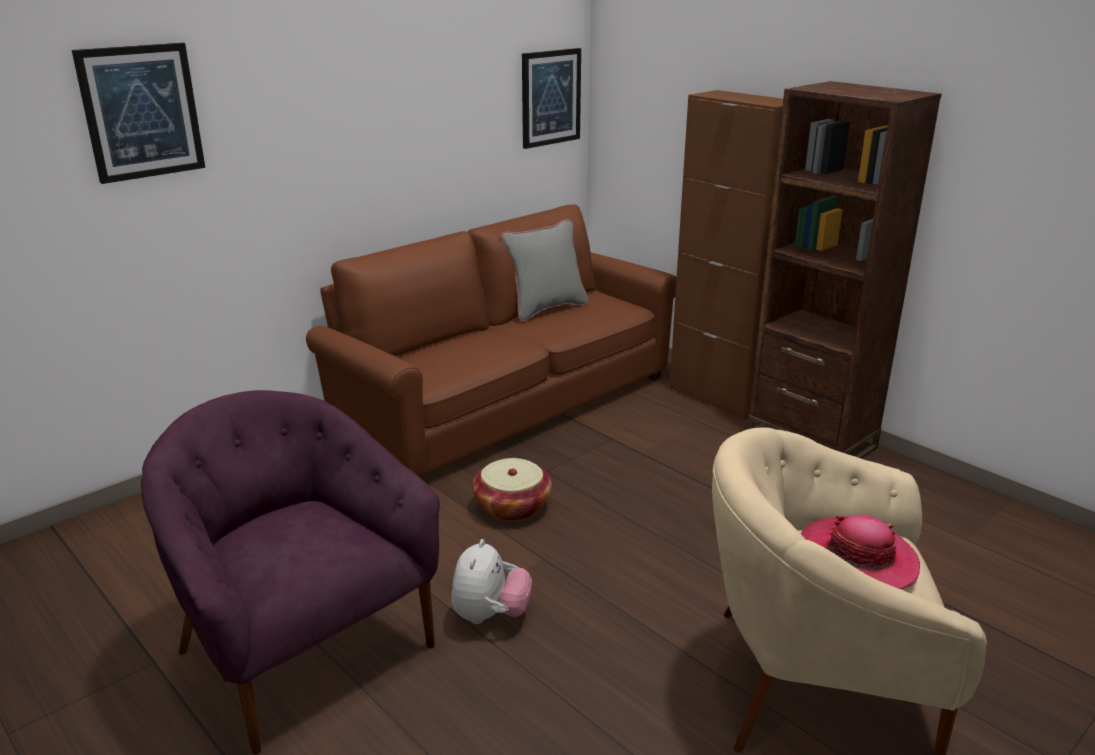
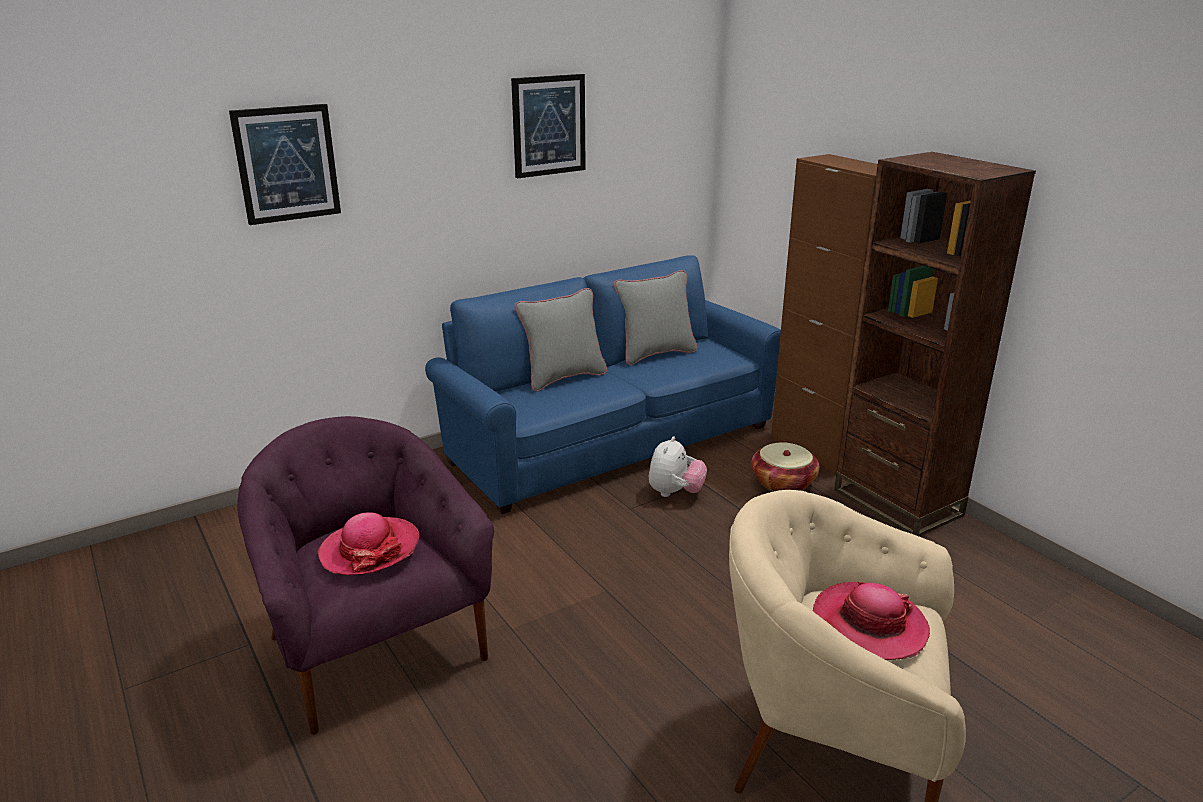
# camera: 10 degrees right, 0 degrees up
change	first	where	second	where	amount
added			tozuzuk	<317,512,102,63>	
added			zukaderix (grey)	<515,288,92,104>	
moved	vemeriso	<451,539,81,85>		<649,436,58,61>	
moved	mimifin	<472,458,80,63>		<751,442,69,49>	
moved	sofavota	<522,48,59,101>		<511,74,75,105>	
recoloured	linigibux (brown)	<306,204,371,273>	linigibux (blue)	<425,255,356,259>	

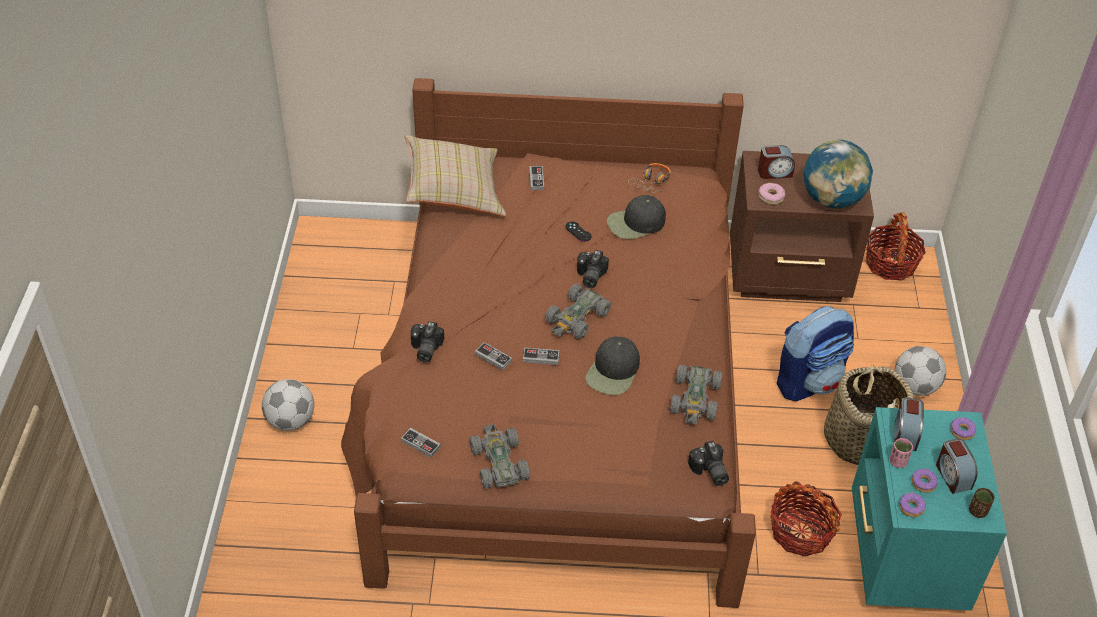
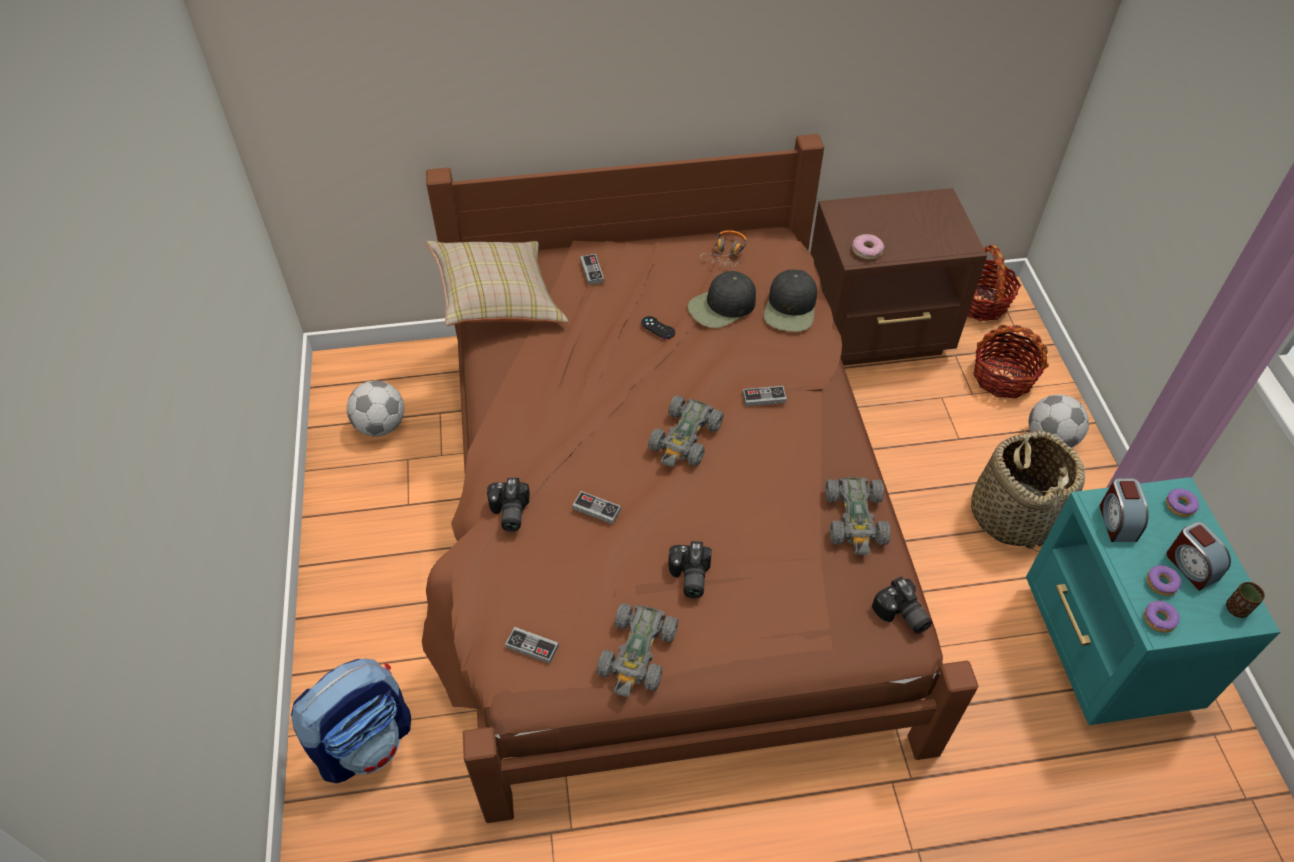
# camera: 10 degrees left, 5 degrees up
change	first	where	second	where	amount
removed	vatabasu	<758,145,37,34>			
removed	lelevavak	<803,140,70,68>			
removed	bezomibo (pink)	<890,438,23,30>			
moved	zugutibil	<262,379,52,52>		<347,380,57,56>	
moved	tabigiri	<523,348,36,17>		<743,386,44,20>	
moved	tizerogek	<577,250,32,38>		<668,541,44,57>	
moved	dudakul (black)	<585,336,55,59>		<764,269,53,63>	
moved	mimifin	<770,481,72,76>		<973,325,76,74>	
moved	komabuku	<777,306,77,95>		<291,659,120,124>	
turned	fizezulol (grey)	<470,424,60,64>		<596,603,82,94>	135 degrees counterclockwise

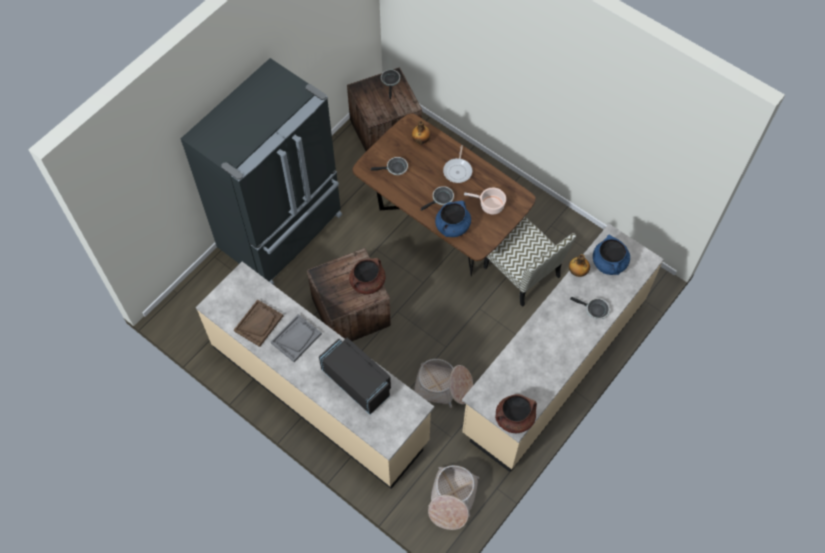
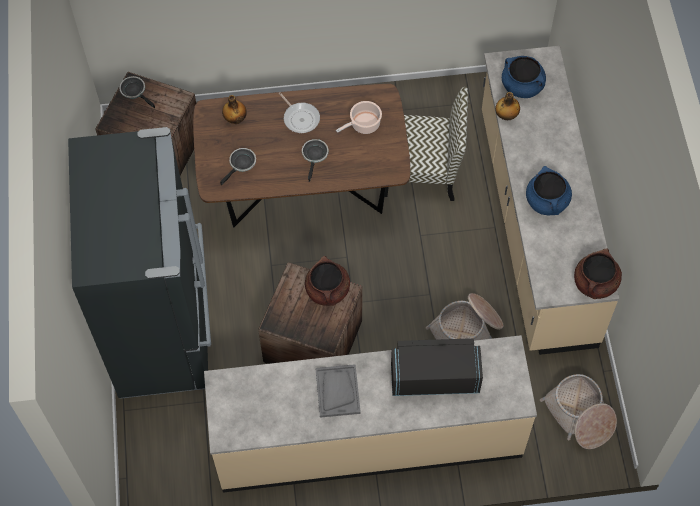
# camera: 45 degrees left, 0 degrees up
change	first	where	second	where	amount
removed	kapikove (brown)	<234,299,49,48>			
removed	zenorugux	<570,297,40,23>			
moved	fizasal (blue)	<435,201,36,36>		<526,166,46,49>	

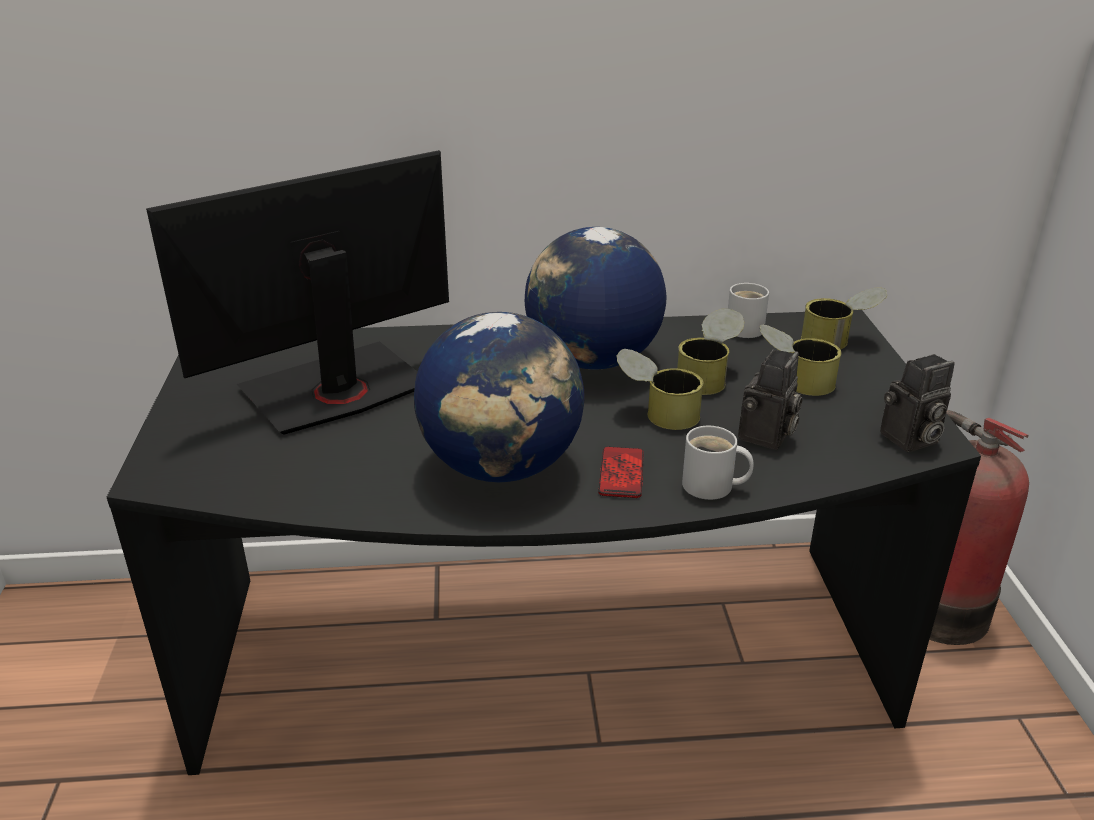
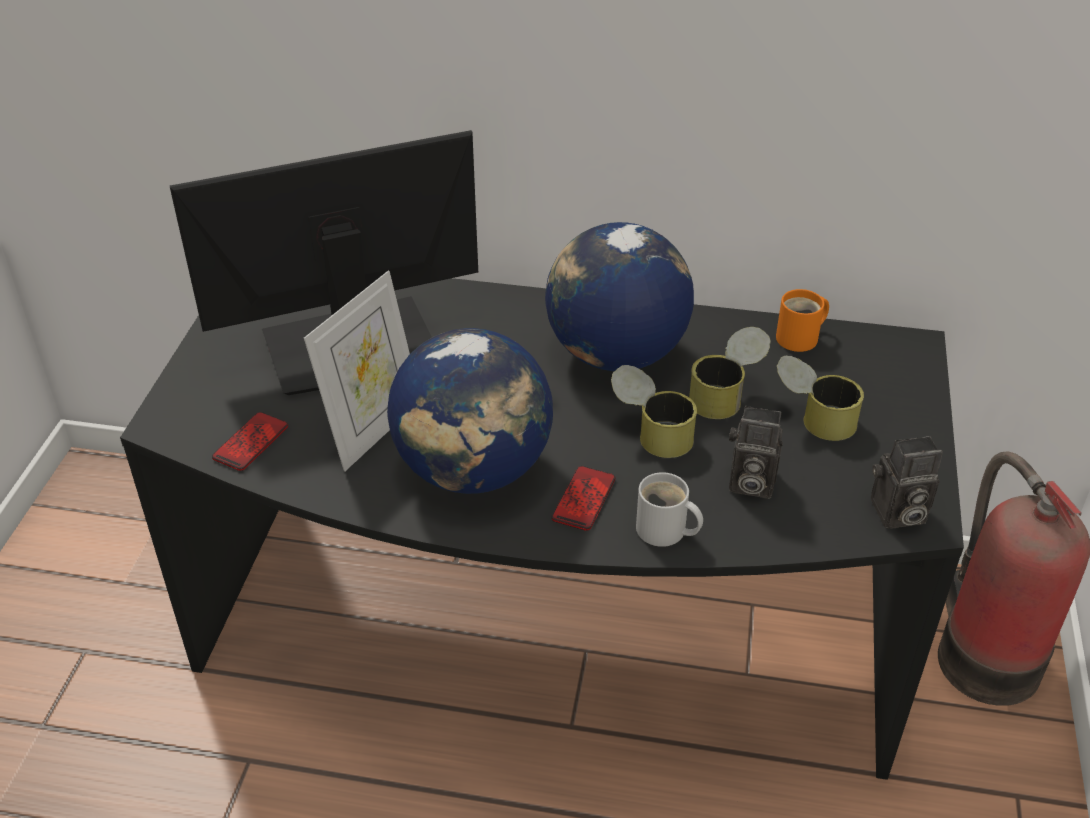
# camera: 15 degrees right, 10 degrees up
change	first	where	second	where	amount
removed	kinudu	<801,288,86,61>			
added			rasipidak	<212,412,76,59>	
added			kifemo	<304,271,106,201>	
recoloured	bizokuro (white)	<728,283,41,55>	bizokuro (orange)	<776,289,53,63>	
turned	tizerogek	<738,350,64,100>		<729,406,54,93>	60 degrees clockwise

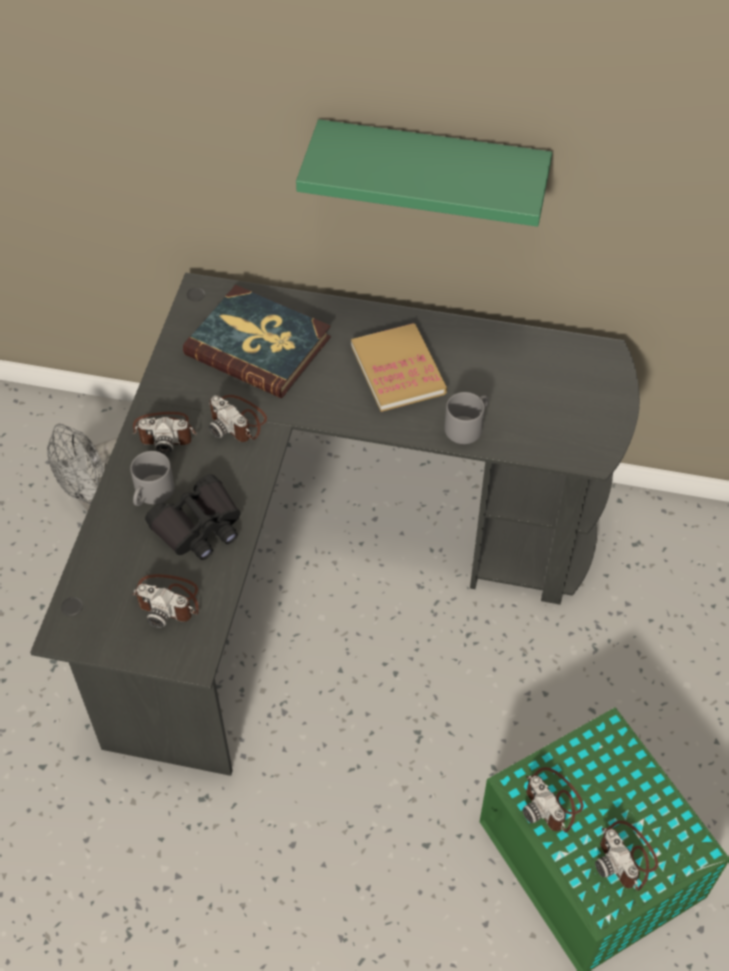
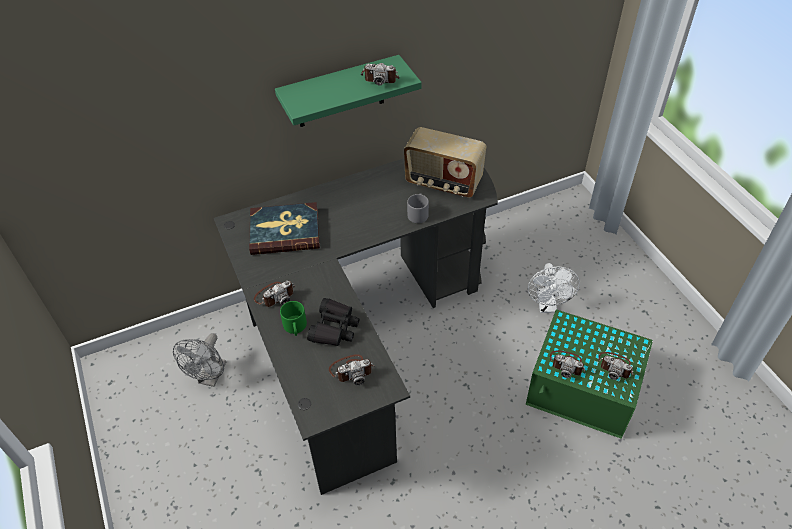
# camera: 35 degrees left, 5 degrees down
change	first	where	second	where	amount
removed	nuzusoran	<351,323,96,89>			
added			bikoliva	<404,127,82,70>	
added			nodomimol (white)	<528,263,52,50>	
moved	tizerogek	<209,395,58,47>		<361,63,38,23>	
recoloured	bizokuro (grey)	<130,451,44,55>	bizokuro (green)	<280,301,27,35>	

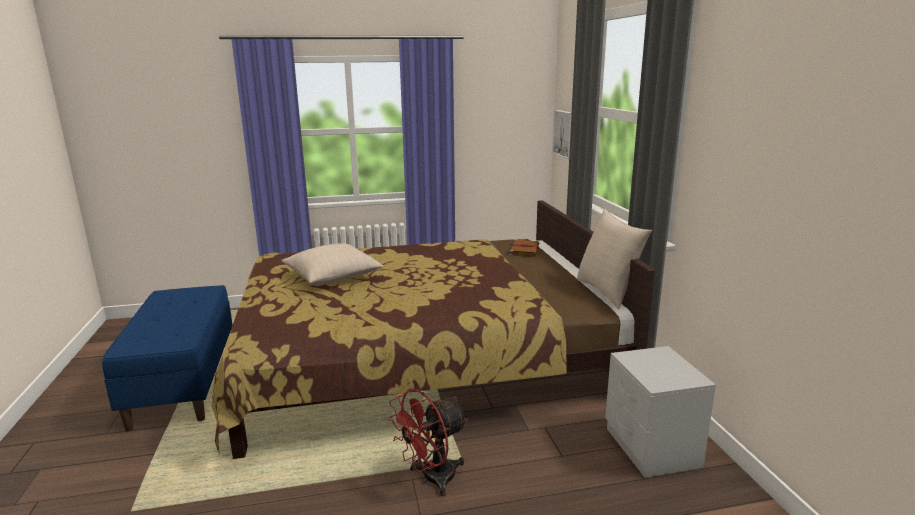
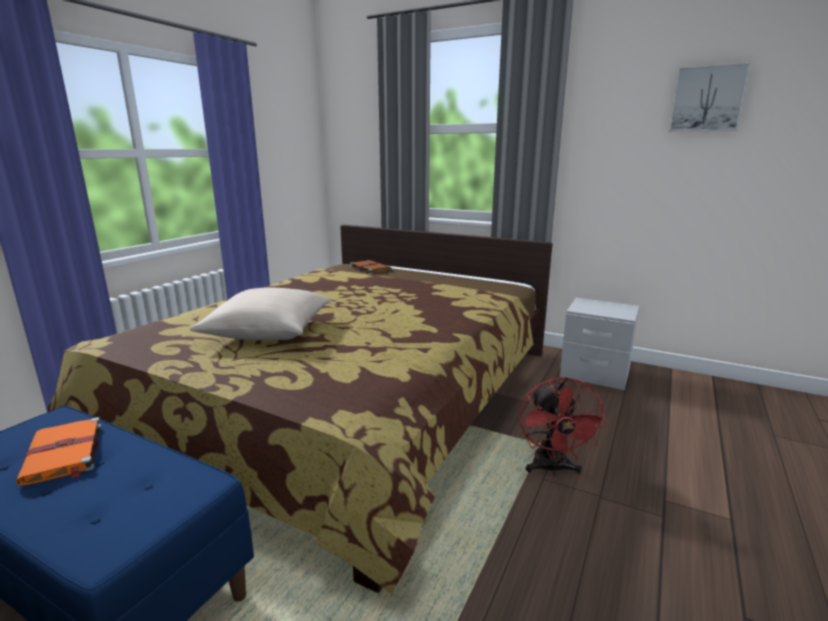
# camera: 50 degrees left, 0 degrees up
change	first	where	second	where	amount
removed	zukaderix (beige)	<577,209,75,100>			
added			nuzusoran (orange)	<16,417,85,69>	
moved	sofavota	<552,110,20,49>		<669,63,82,69>	

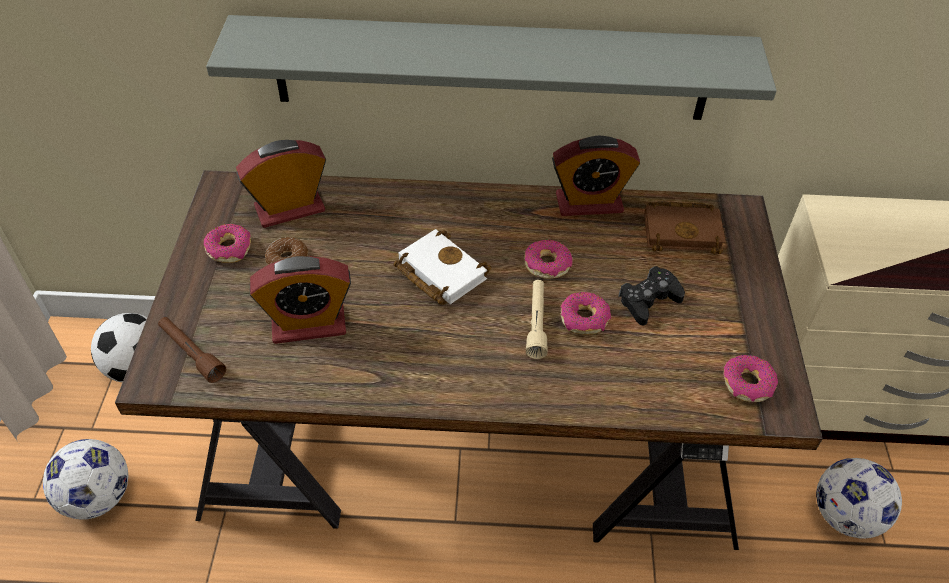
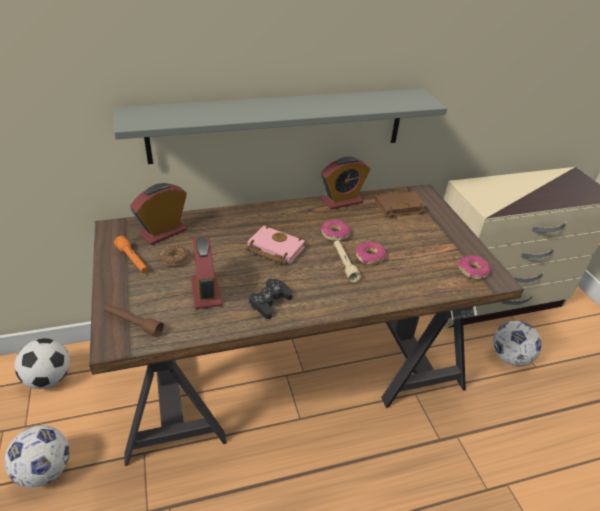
# camera: 20 degrees left, 10 degrees down
change	first	where	second	where	amount
moved	tabigiri (black)	<618,266,67,60>		<248,278,44,41>	
replaced	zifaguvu	<204,224,47,39>	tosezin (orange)	<114,236,34,37>	
recoloured	nuzusoran (white)	<393,229,98,76>	nuzusoran (pink)	<246,226,60,39>	
turned	vatabasu	<250,256,101,88>		<191,236,31,73>	105 degrees clockwise

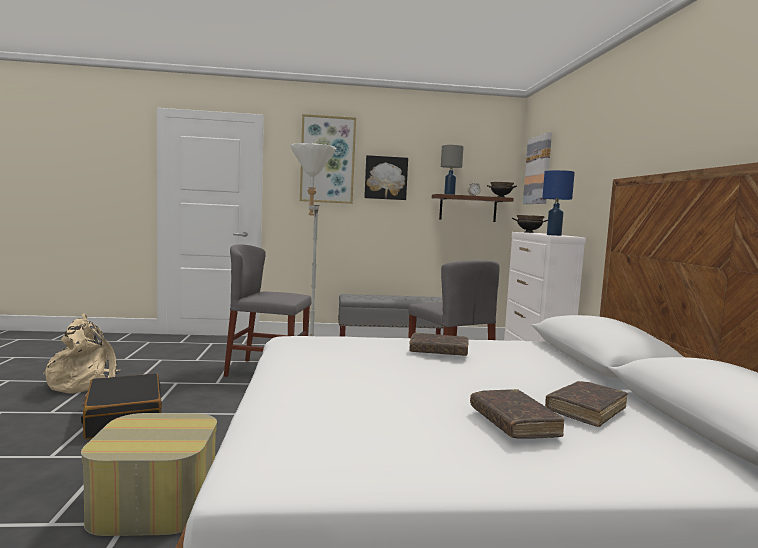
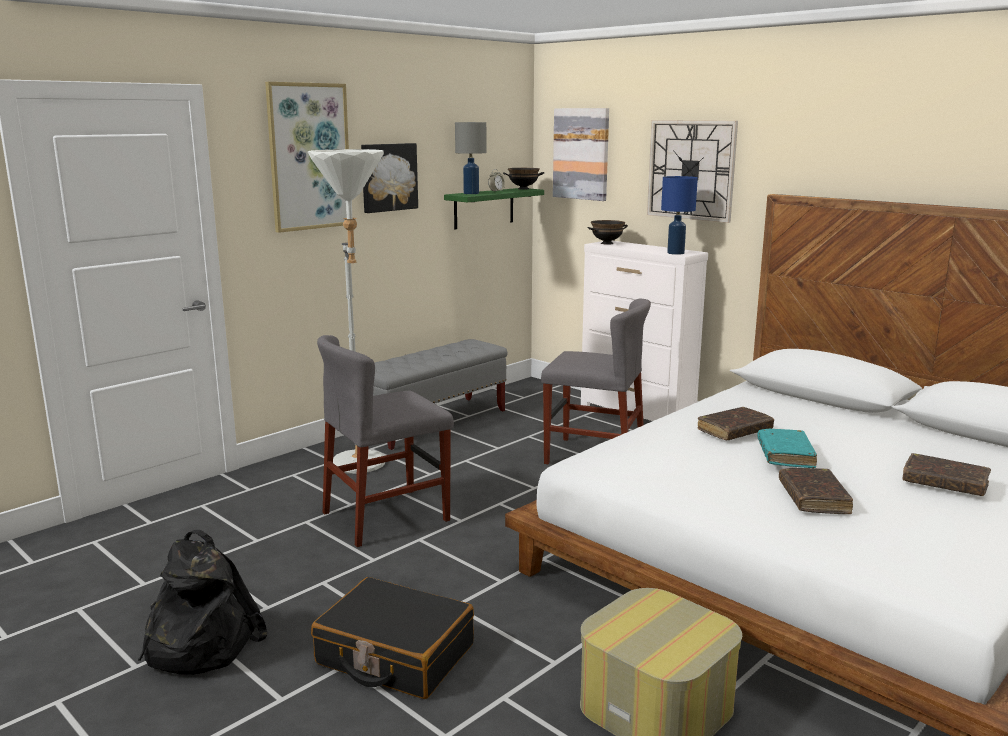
# camera: 40 degrees left, 10 degrees up
change	first	where	second	where	amount
added			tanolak	<647,120,91,103>	
added			nuzusoran (turquoise)	<757,429,60,39>	
moved	nuzusoran (brown)	<545,381,83,46>		<779,468,74,46>	
recoloured	komabuku (beige)	<43,313,77,81>	komabuku (black)	<138,530,130,145>	
recoloured	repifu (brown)	<432,194,82,28>	repifu (green)	<444,188,100,42>	

